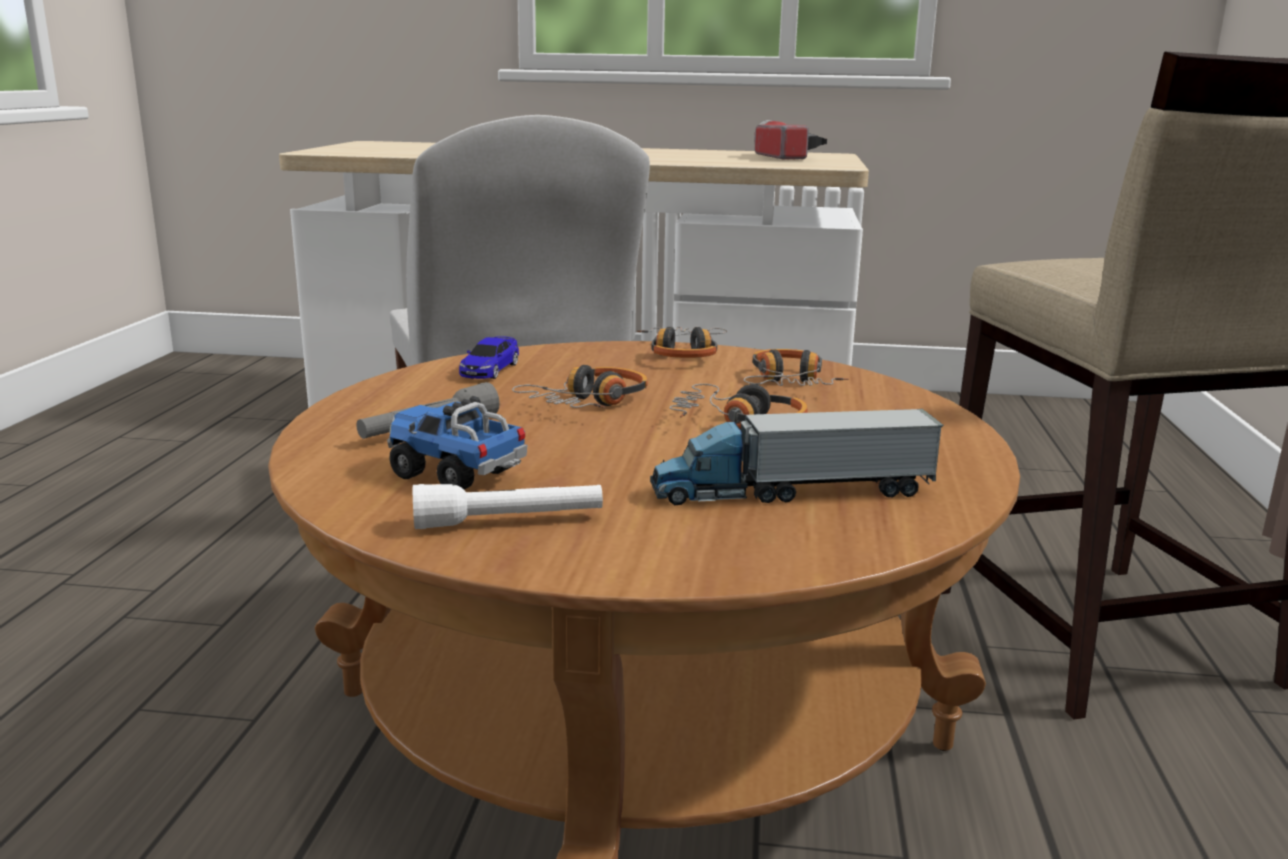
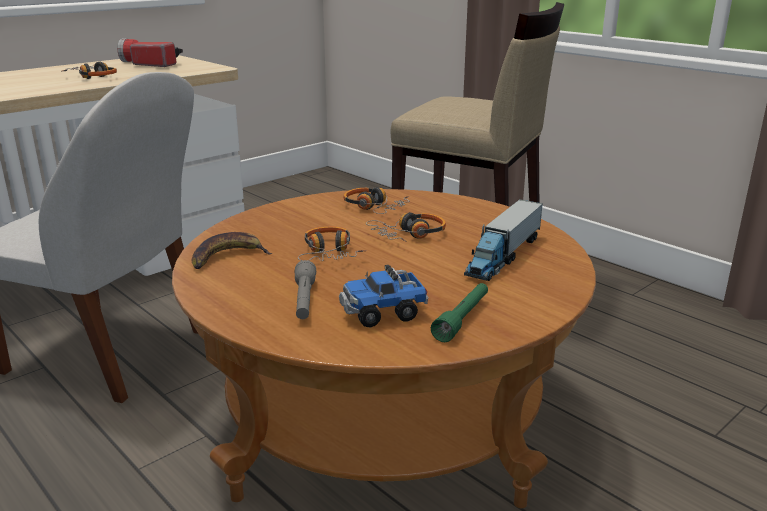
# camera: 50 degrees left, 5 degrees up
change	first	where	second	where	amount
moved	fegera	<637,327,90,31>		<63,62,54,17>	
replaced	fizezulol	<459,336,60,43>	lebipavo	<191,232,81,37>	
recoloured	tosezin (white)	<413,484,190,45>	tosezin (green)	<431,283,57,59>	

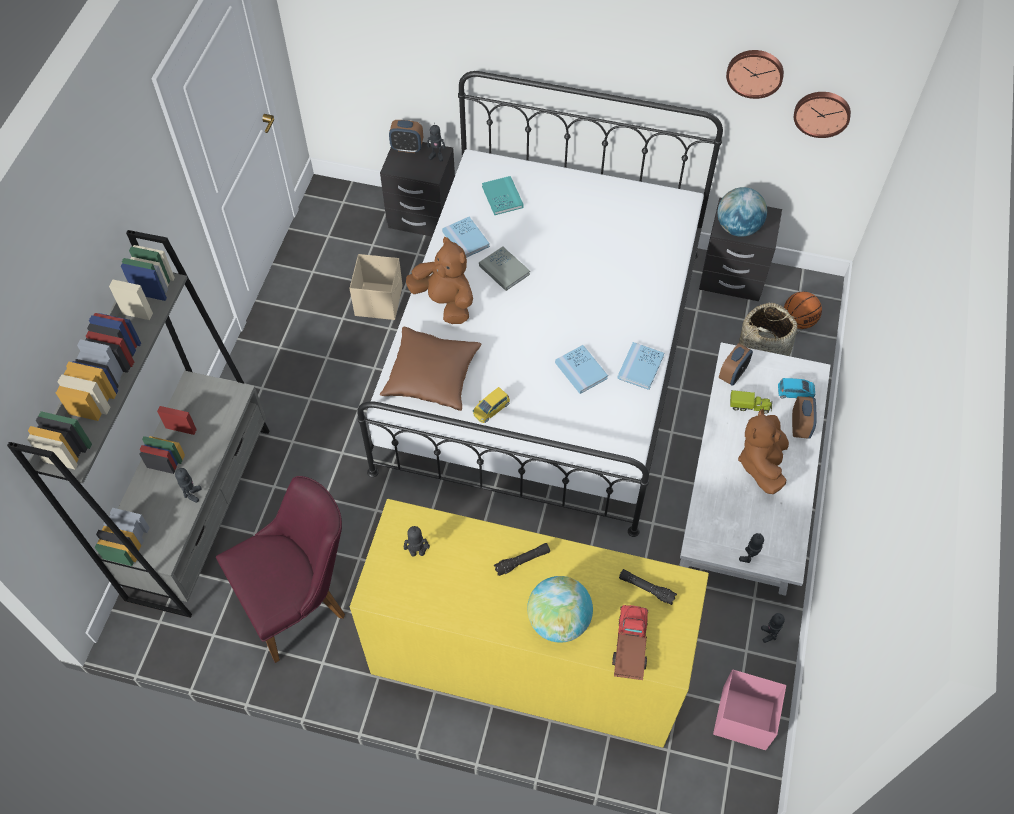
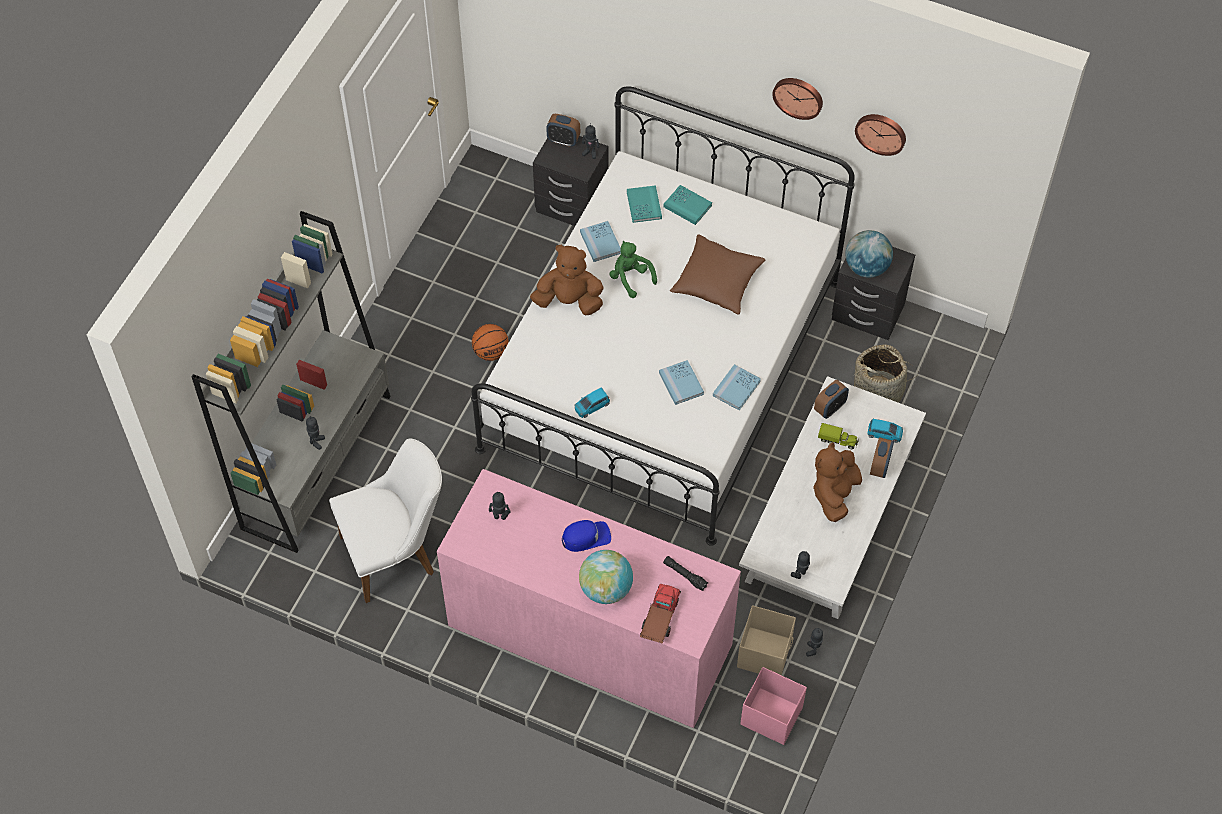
# camera: 10 degrees right, 0 degrees up
change	first	where	second	where	amount
added			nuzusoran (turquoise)	<663,185,49,40>	
moved	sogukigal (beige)	<350,254,53,66>		<737,605,59,70>	
moved	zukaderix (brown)	<380,327,102,84>		<670,234,95,80>	
moved	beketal	<784,292,38,37>		<472,324,37,37>	
moved	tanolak	<794,92,57,46>		<772,78,51,42>	
replaced	nuzusoran (grey)	<479,247,51,44>	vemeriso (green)	<609,241,48,57>	
replaced	tosezin (black)	<494,543,56,33>	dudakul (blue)	<562,520,49,32>	
recoloured	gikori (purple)	<216,476,129,187>	gikori (white)	<329,439,113,164>	
recoloured	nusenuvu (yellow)	<350,499,359,249>	nusenuvu (pink)	<437,469,304,259>	
recoloured	fizezulol (yellow)	<473,387,37,36>	fizezulol (blue)	<574,387,36,31>	
turned	vemeriso (brown)	<406,237,67,87>		<530,245,74,71>	45 degrees counterclockwise

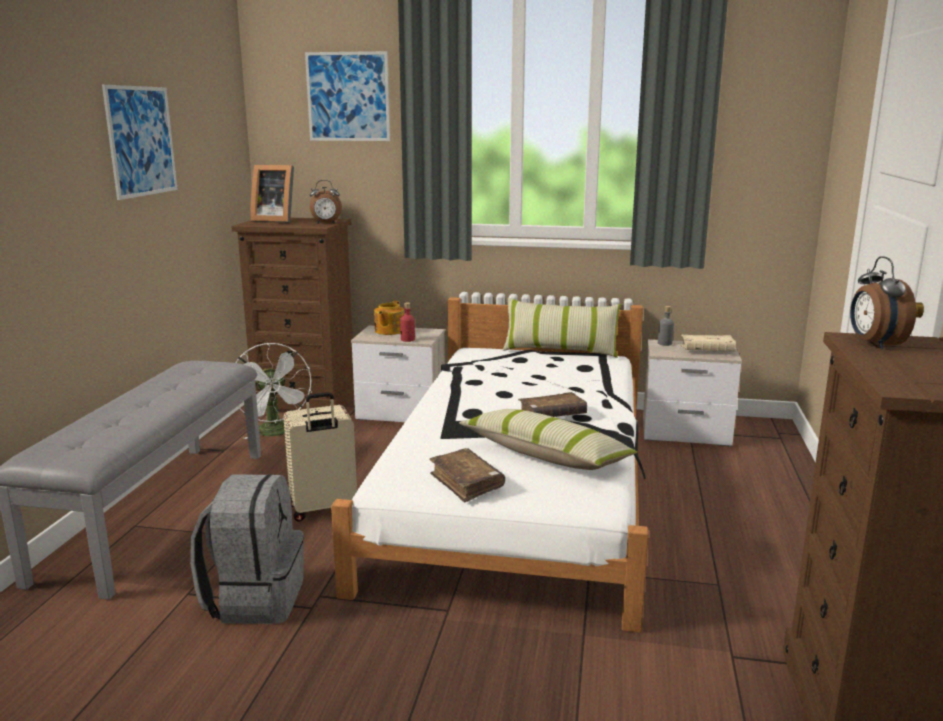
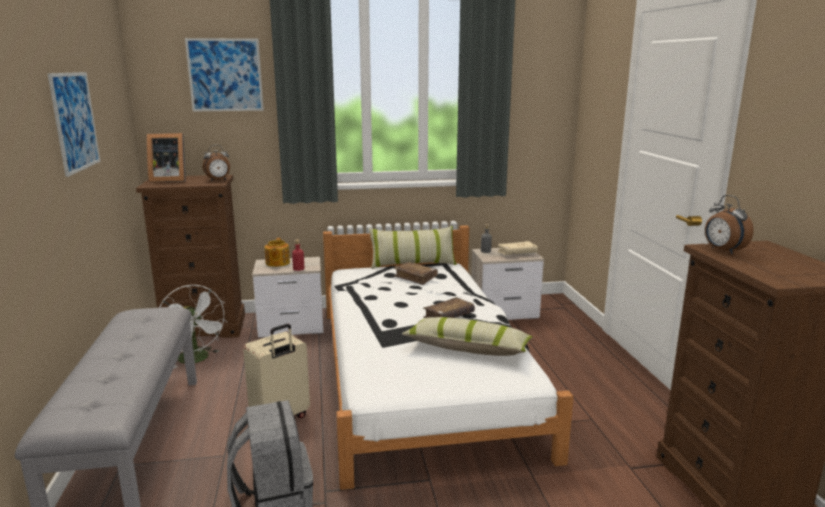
# camera: 20 degrees left, 0 degrees up
change	first	where	second	where	amount
moved	nuzusoran (brown)	<429,448,76,54>		<394,262,44,23>	

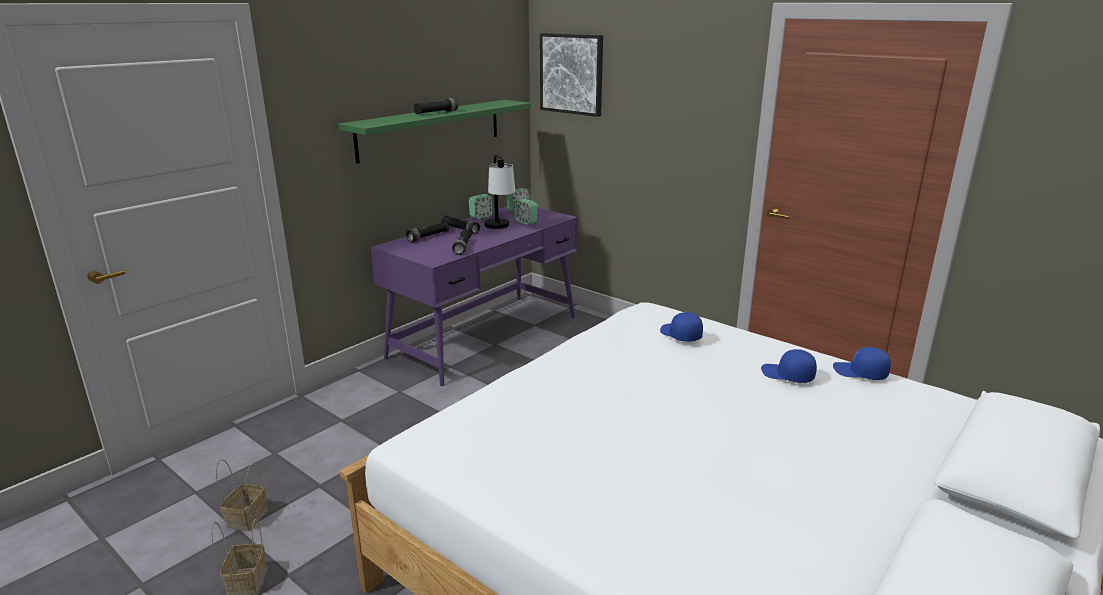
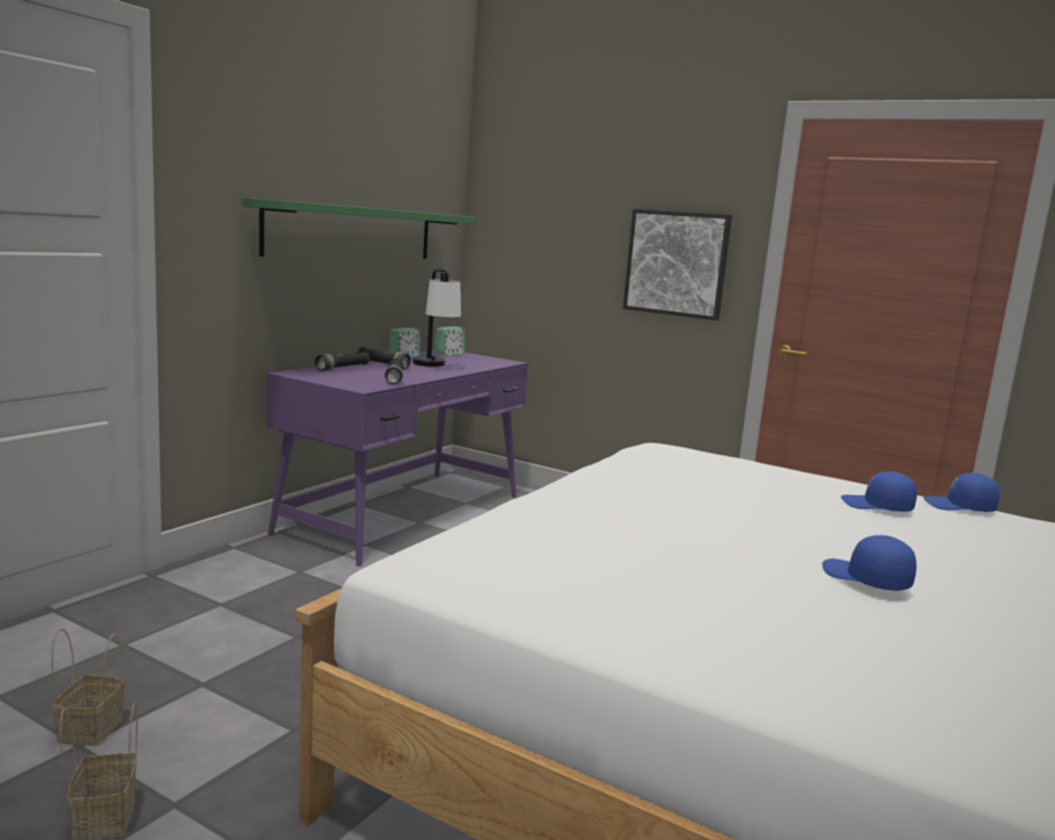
# camera: 10 degrees left, 10 degrees down
change	first	where	second	where	amount
removed	tosezin (black)	<414,98,44,16>			
removed	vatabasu	<515,199,23,26>			
moved	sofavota	<540,33,63,84>		<623,209,109,112>	
moved	dudakul (blue)	<660,312,43,30>		<822,535,94,56>	

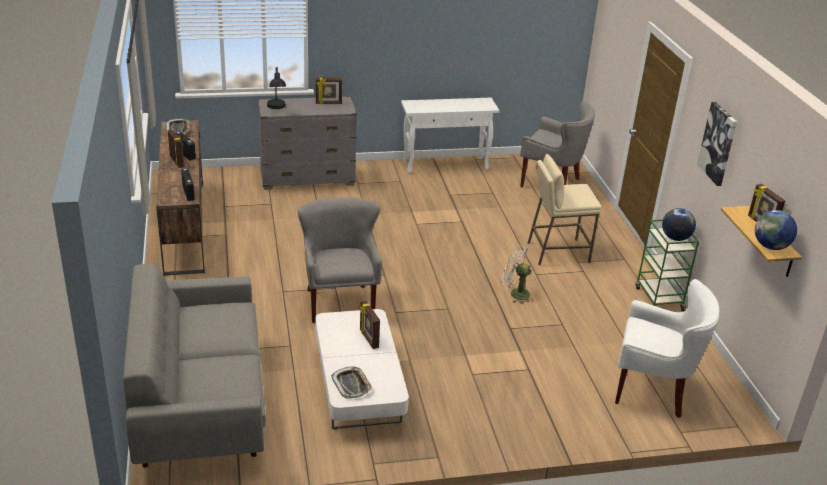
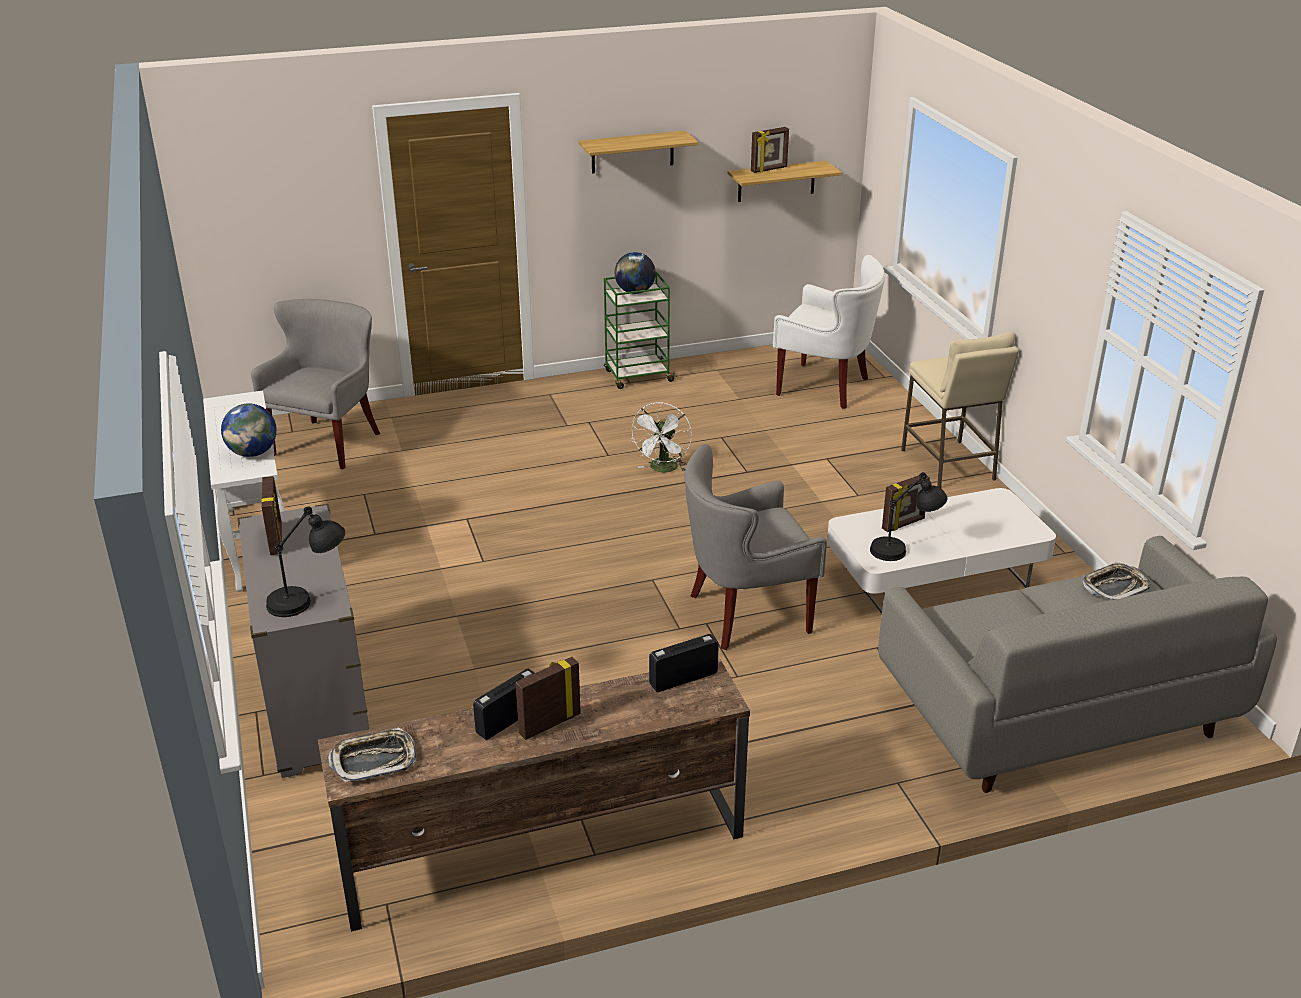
# camera: 95 degrees left, 0 degrees up
change	first	where	second	where	amount
added			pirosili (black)	<870,472,78,89>	
moved	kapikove	<331,366,42,33>		<1083,562,68,38>	
moved	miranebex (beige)	<528,154,73,111>		<901,332,118,156>	
moved	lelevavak	<755,210,42,40>		<221,403,56,54>	
replaced	sofavota	<697,102,40,84>	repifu	<579,130,119,44>	
turned	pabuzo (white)	<615,279,104,139>		<773,255,112,154>	105 degrees clockwise

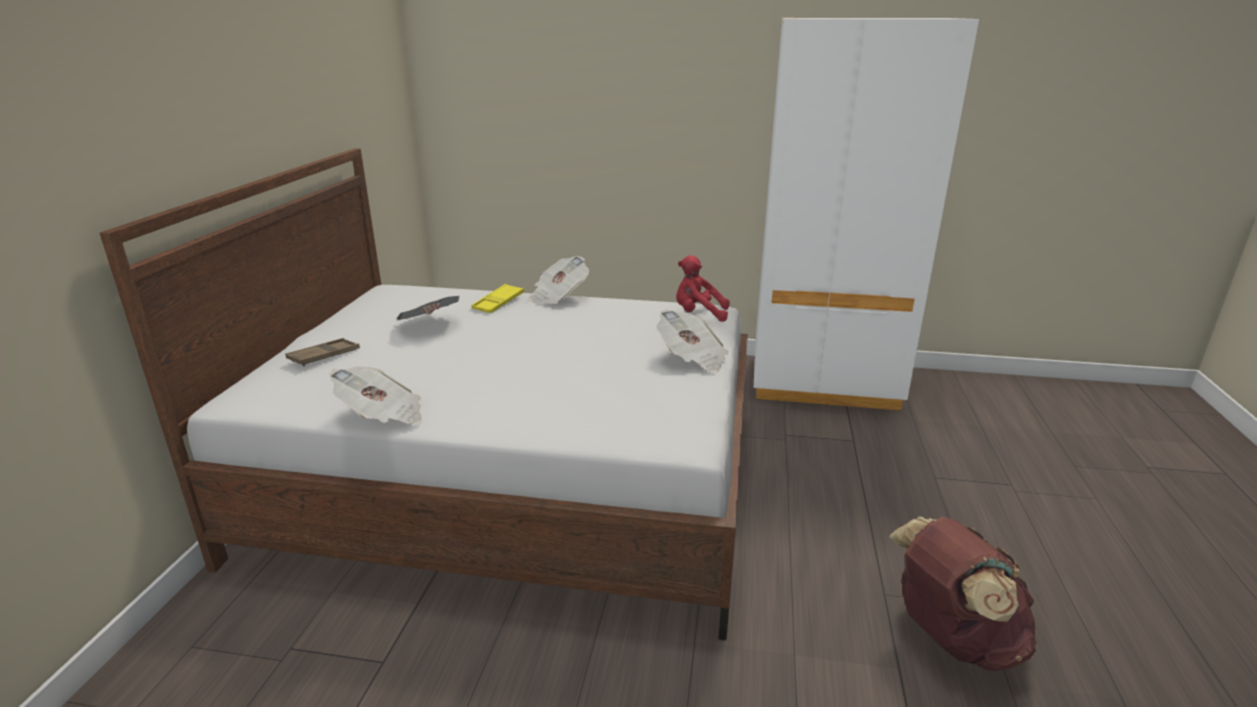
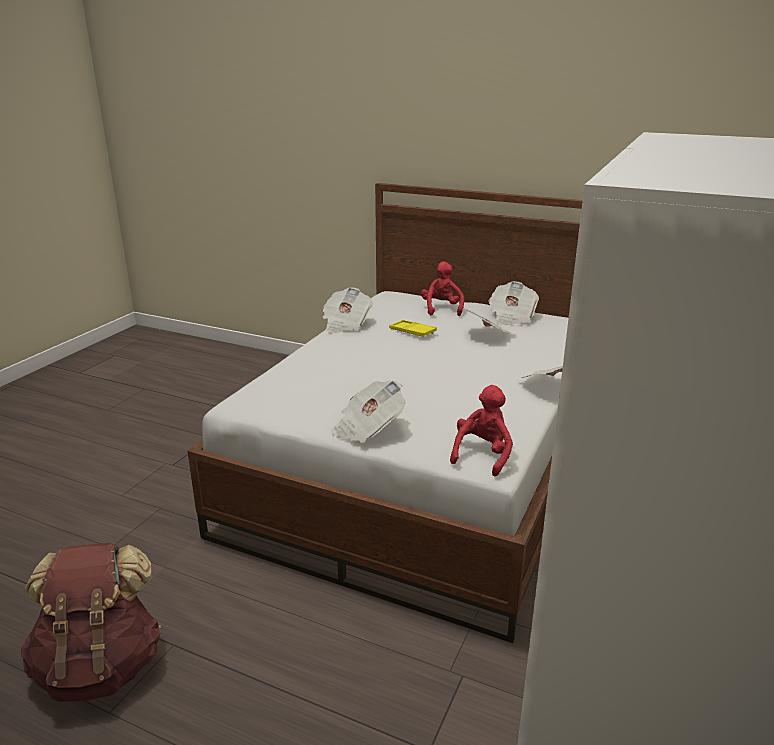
# camera: 105 degrees right, 0 degrees up
change	first	where	second	where	amount
added			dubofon	<488,281,51,45>	
moved	kapikove (yellow)	<472,284,52,29>		<389,320,48,17>	
replaced	kapikove (brown)	<285,338,75,28>	vemeriso (red)	<421,261,43,55>	

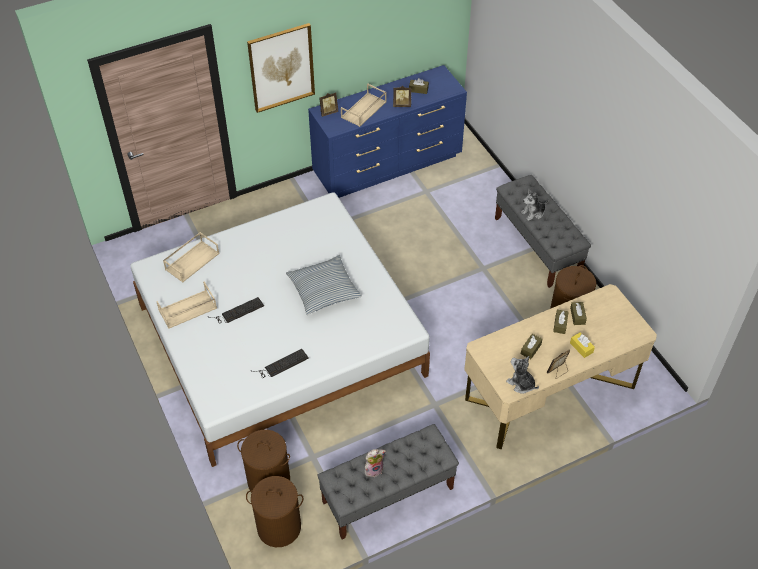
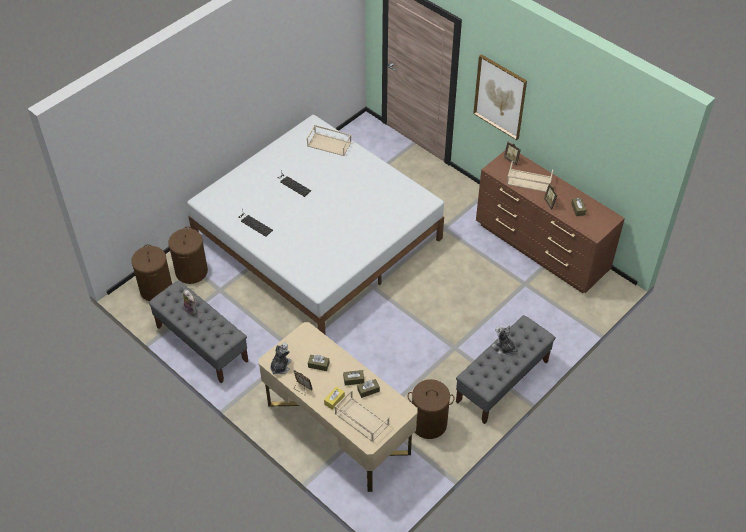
# camera: 70 degrees right, 0 degrees up
change	first	where	second	where	amount
removed	zukaderix	<286,255,76,60>			
moved	kapikove (beige)	<156,281,61,48>		<335,390,54,52>	
recoloured	nusenuvu (blue)	<308,65,159,133>	nusenuvu (brown)	<476,151,149,142>	

